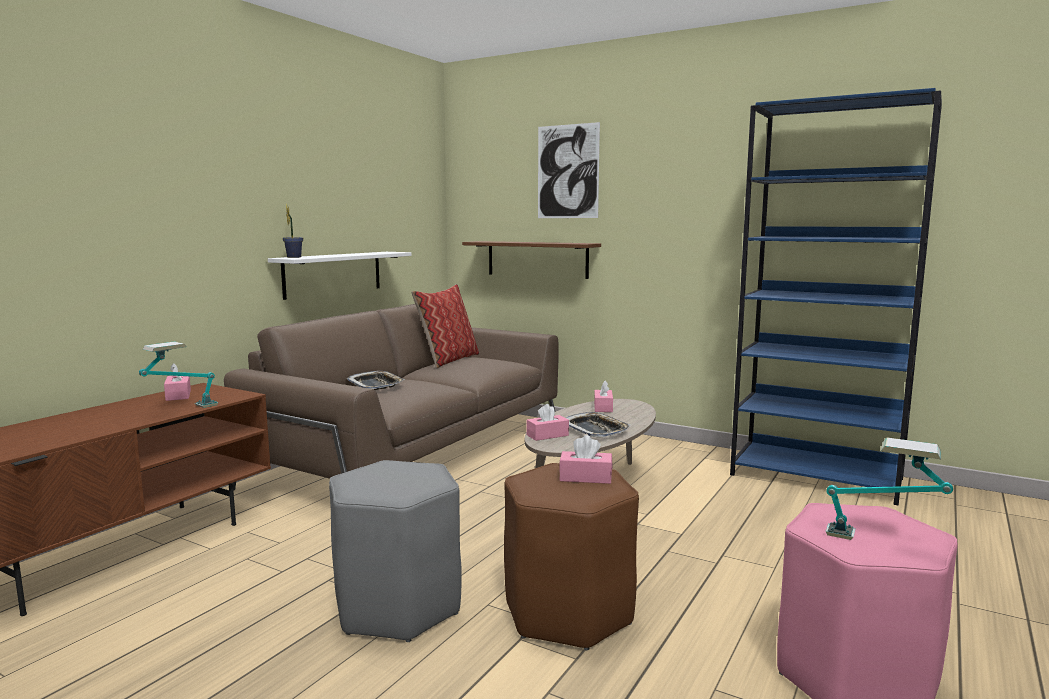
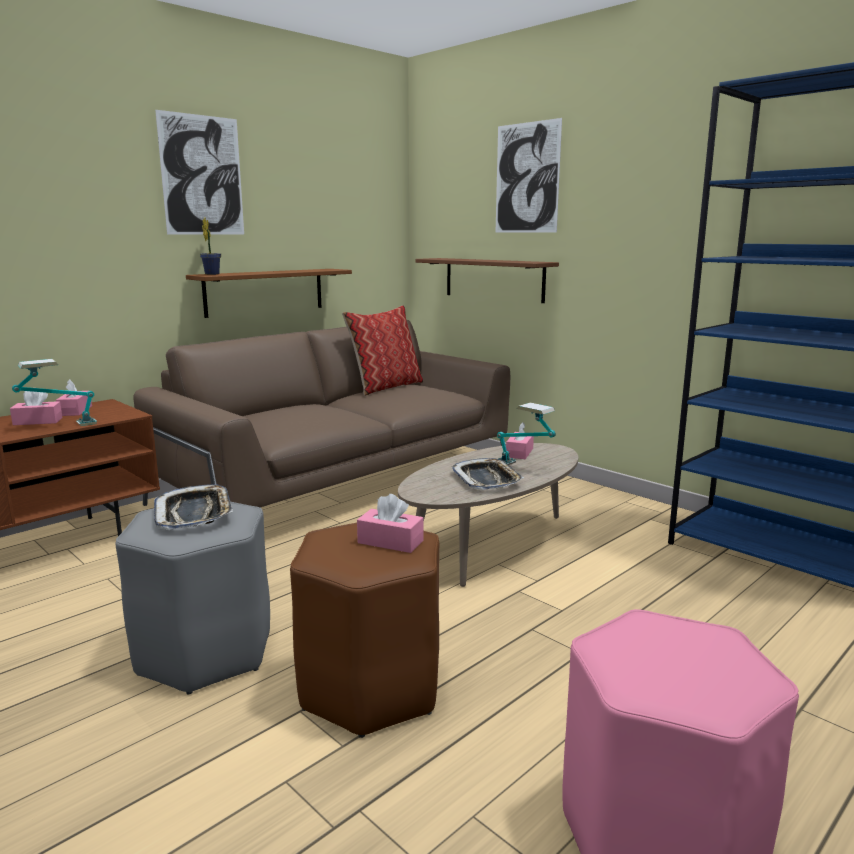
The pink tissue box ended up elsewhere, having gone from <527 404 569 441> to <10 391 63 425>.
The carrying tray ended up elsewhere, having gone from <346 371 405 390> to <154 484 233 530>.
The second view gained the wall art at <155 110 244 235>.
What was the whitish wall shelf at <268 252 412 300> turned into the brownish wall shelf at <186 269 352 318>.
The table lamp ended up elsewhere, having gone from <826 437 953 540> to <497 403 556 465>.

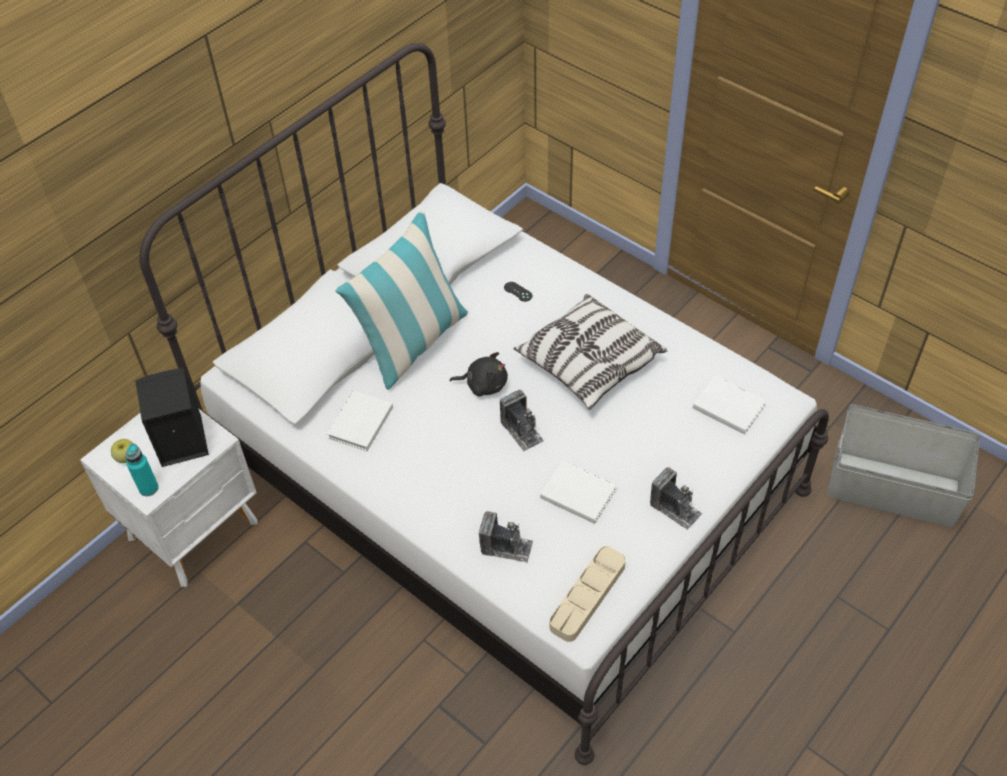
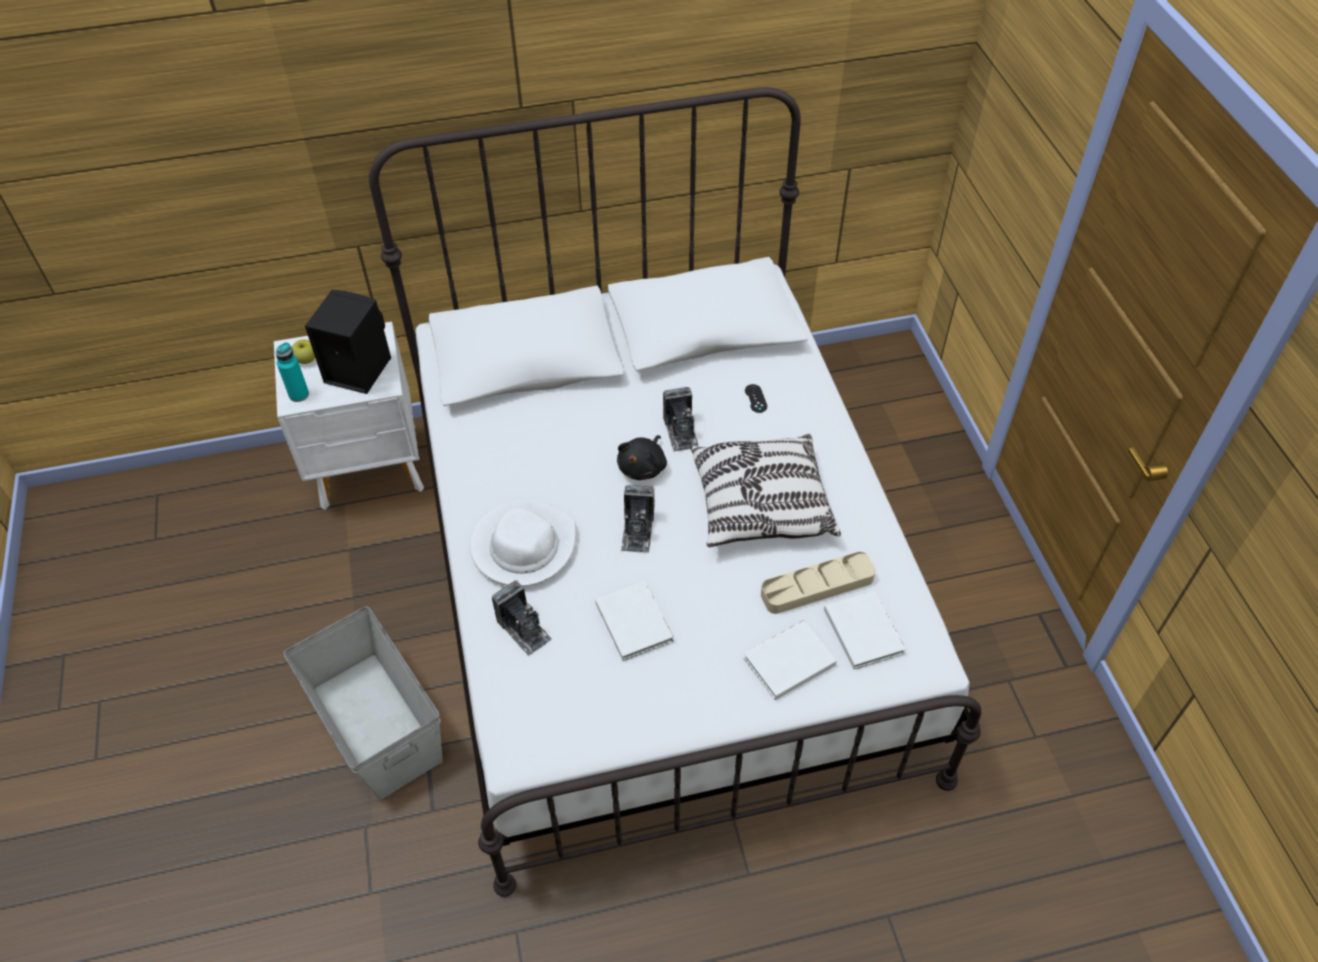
The greyish storage bin ended up elsewhere, having gone from <827 404 980 527> to <283 606 443 799>.
The second view gained the whitish clothing hat at <470 500 576 587>.
The black soft toy at <450 352 508 397> ended up facing another way, 75 degrees clockwise from before.
The photo camera ended up elsewhere, having gone from <650 467 702 530> to <663 387 698 452>.
The whitish book ended up elsewhere, having gone from <327 391 393 451> to <744 620 837 700>.
The beige-coloured carrying tray ended up elsewhere, having gone from <550 546 626 642> to <761 552 876 614>.
The second view lost the pillow at <335 211 468 390>.

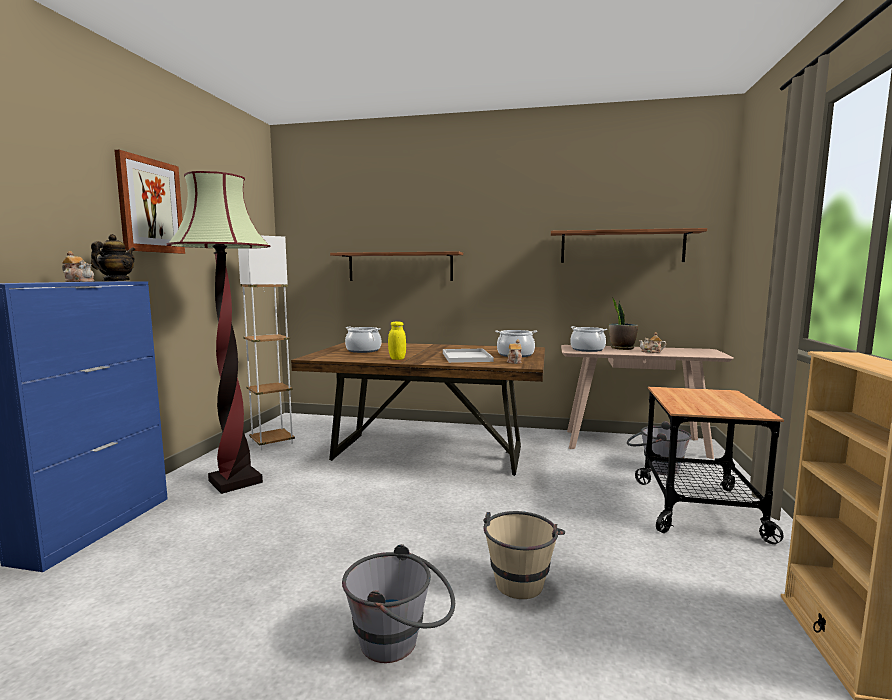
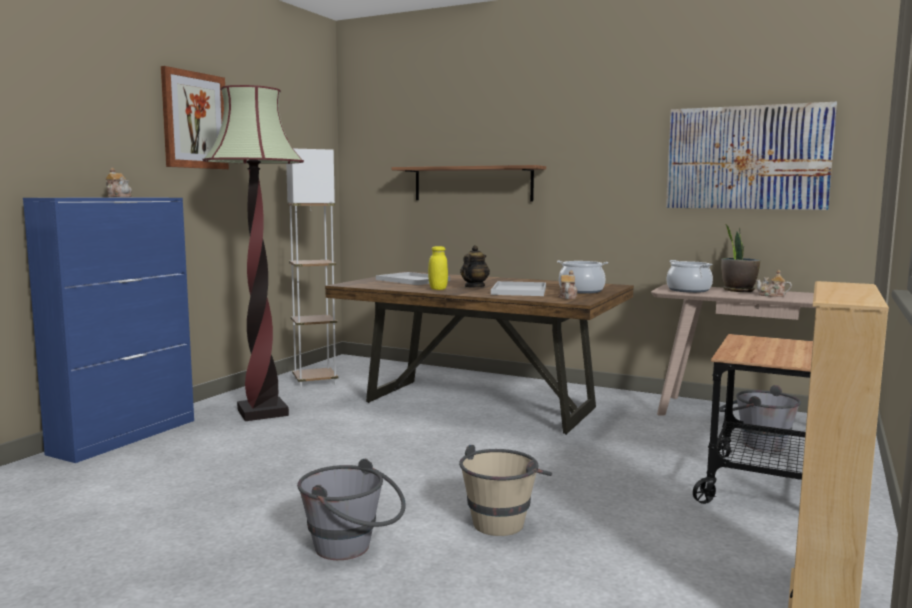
Where the cooking pot stood at <345 327 381 353>, the whitish carrying tray came to stand at <376 272 450 285>.
The tea pot ended up elsewhere, having gone from <91 234 135 281> to <460 245 490 288>.
Where the wall shelf hung at <551 228 707 263>, the wall art came to hang at <666 102 837 210>.

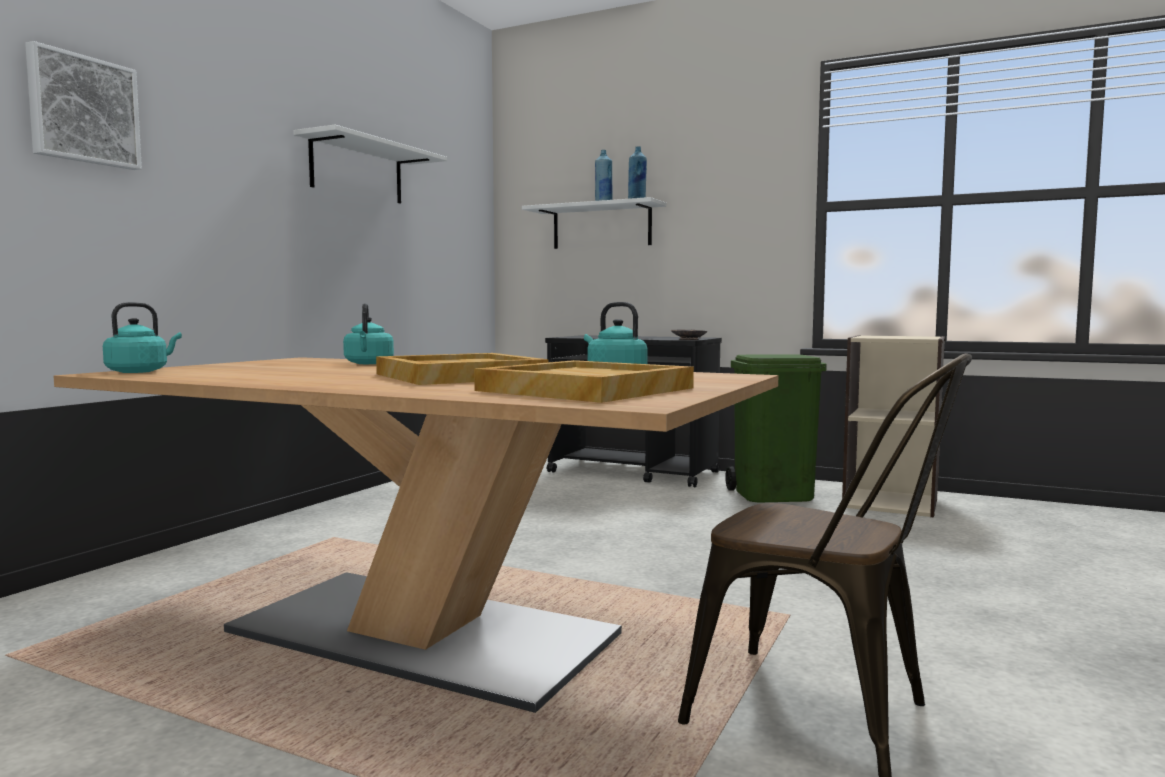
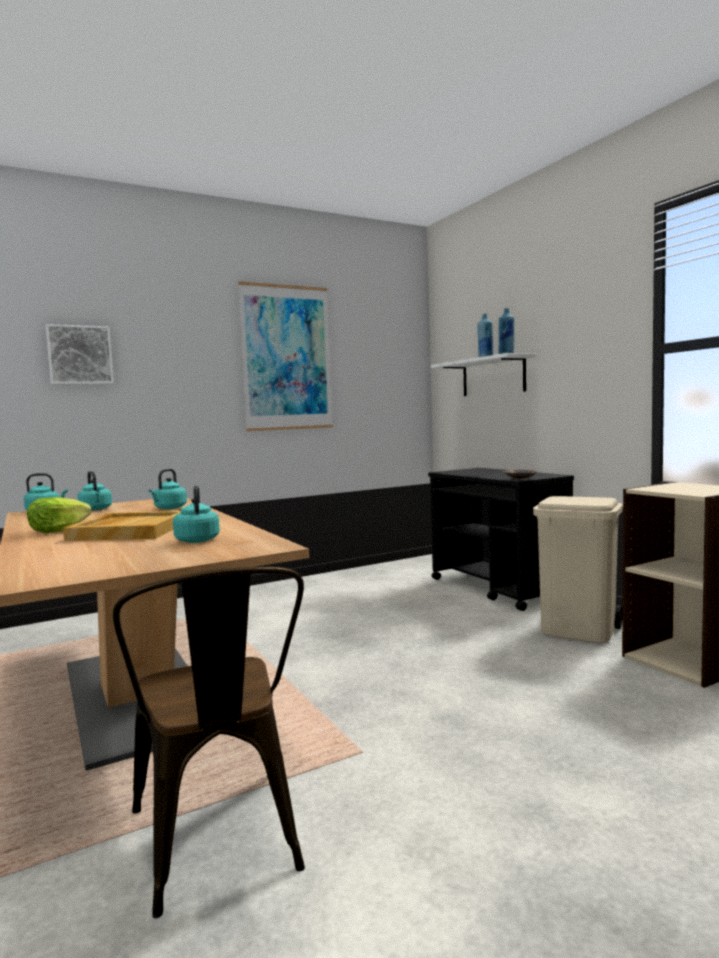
The second view gained the lettuce head at <27 497 92 533>.
The second view gained the turquoise water kettle at <78 471 112 511>.
Where the whitish wall shelf hung at <293 124 447 203>, the wall art came to hang at <238 281 333 431>.
What was the green-coloured waste bin at <725 354 827 502> turned into the beige-coloured waste bin at <533 496 623 643>.
The second view lost the beige-coloured carrying tray at <474 360 694 403>.

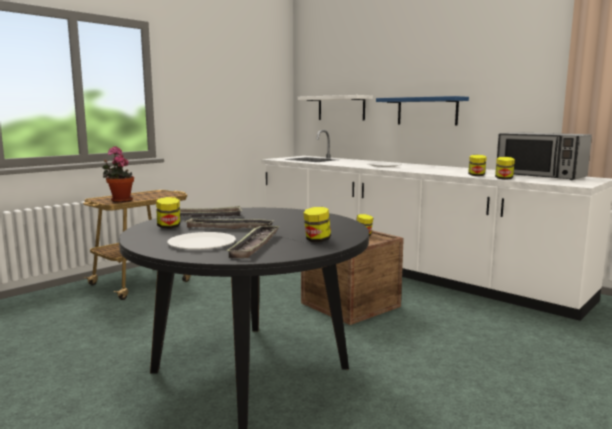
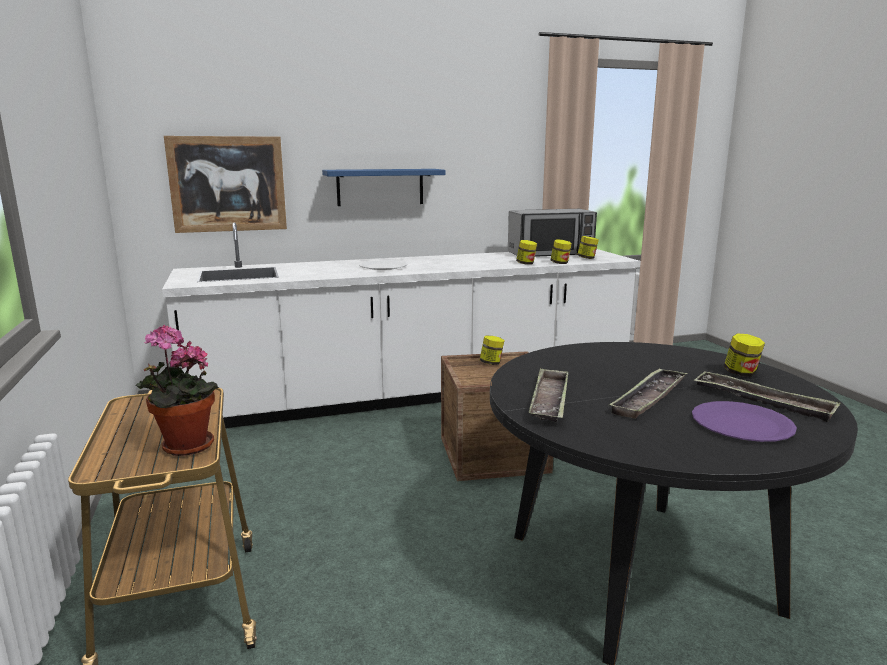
Where the whitish wall shelf hung at <297 95 373 120>, the wall art came to hang at <164 136 287 233>.
The jar ended up elsewhere, having gone from <156 197 180 229> to <577 236 599 259>.
What was the whitish plate at <168 232 236 250> turned into the purplish plate at <692 401 797 442>.

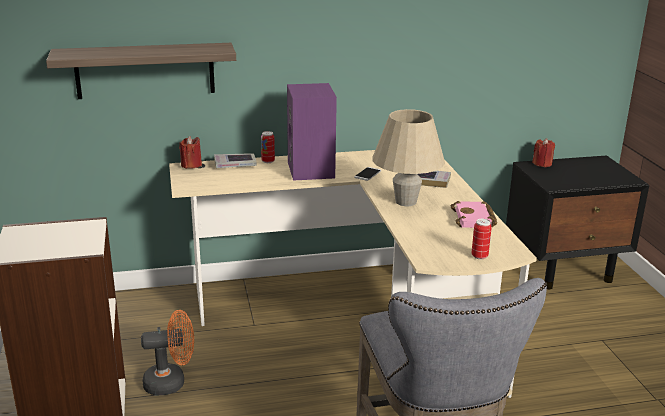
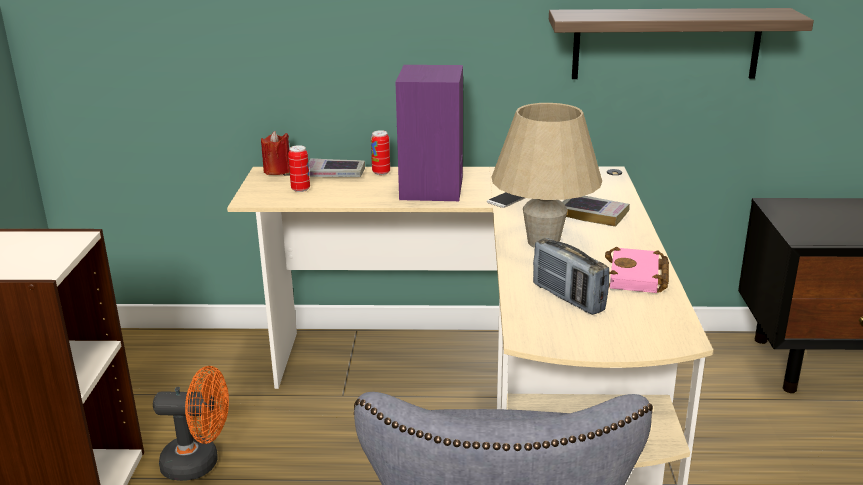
The can ended up elsewhere, having gone from <472 219 492 259> to <288 145 310 192>.
The second view gained the radio at <533 238 609 315>.
The wall shelf ended up elsewhere, having gone from <46 43 236 99> to <549 8 814 79>.
The second view lost the reddish candle at <532 138 555 167>.

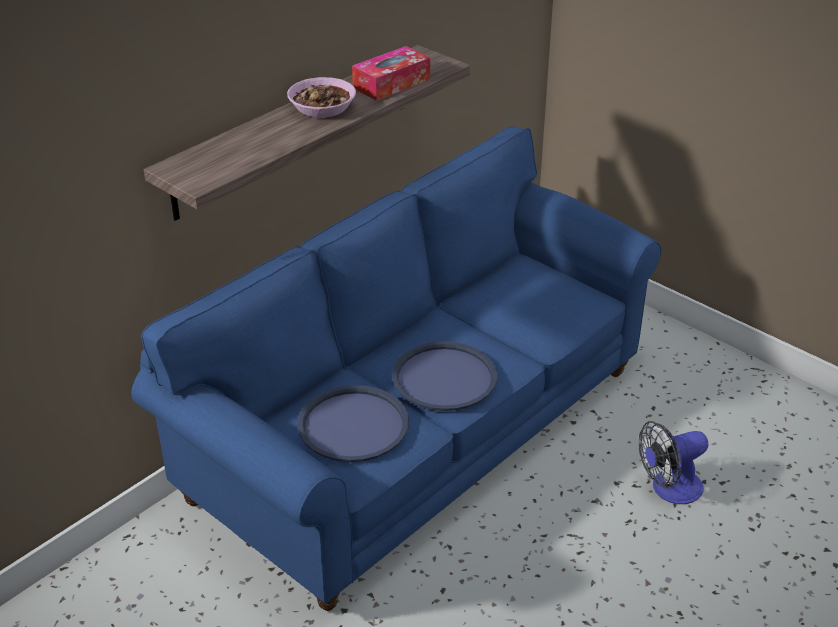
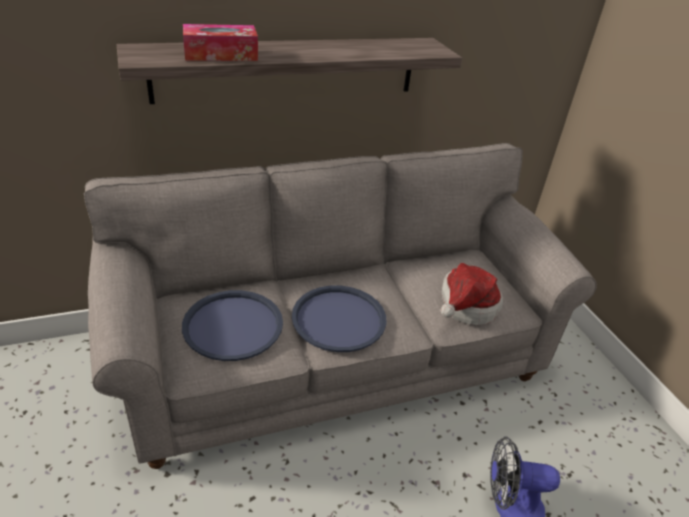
What was the blue-coloured settee at <131 126 661 611> turned into the greyish settee at <84 143 597 469>.
The tissue box ended up elsewhere, having gone from <352 46 430 101> to <183 24 258 61>.
The second view gained the clothing hat at <441 263 503 325>.
The second view lost the bowl at <287 77 356 118>.

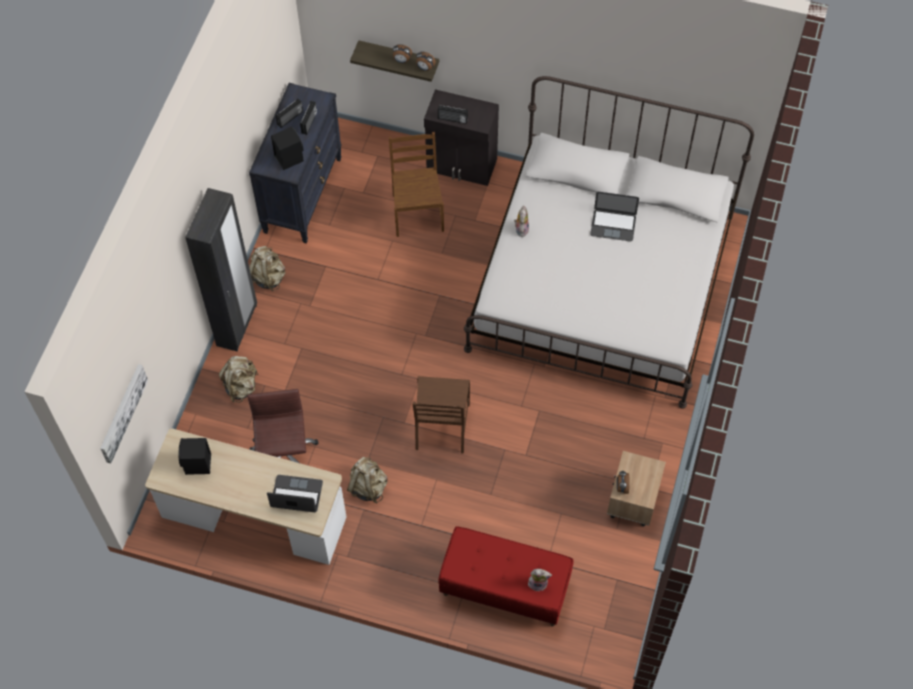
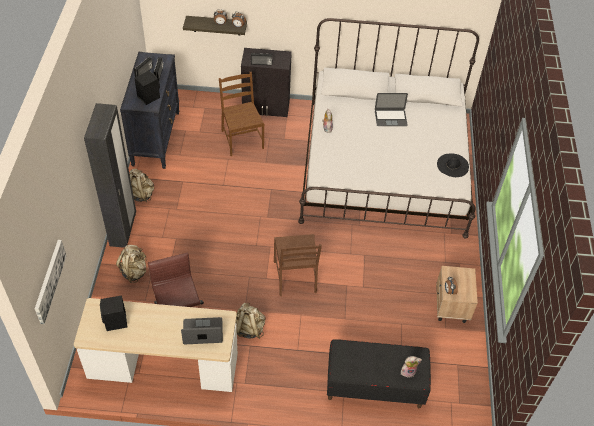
What was the reddish bench at <439 526 574 626> turned into the black bench at <327 339 431 408>.
The second view gained the black clothing hat at <437 154 469 177>.

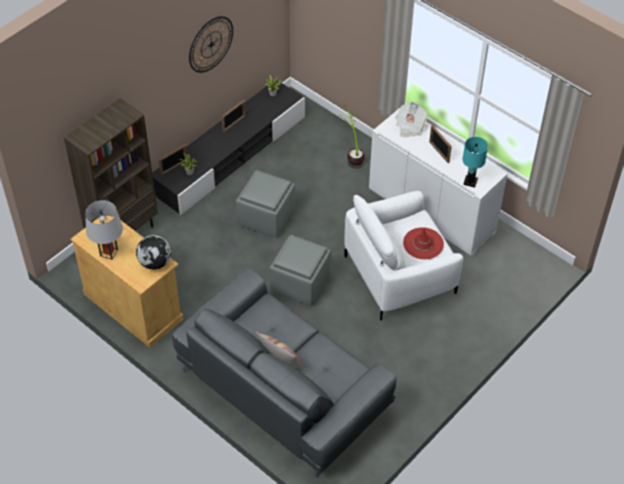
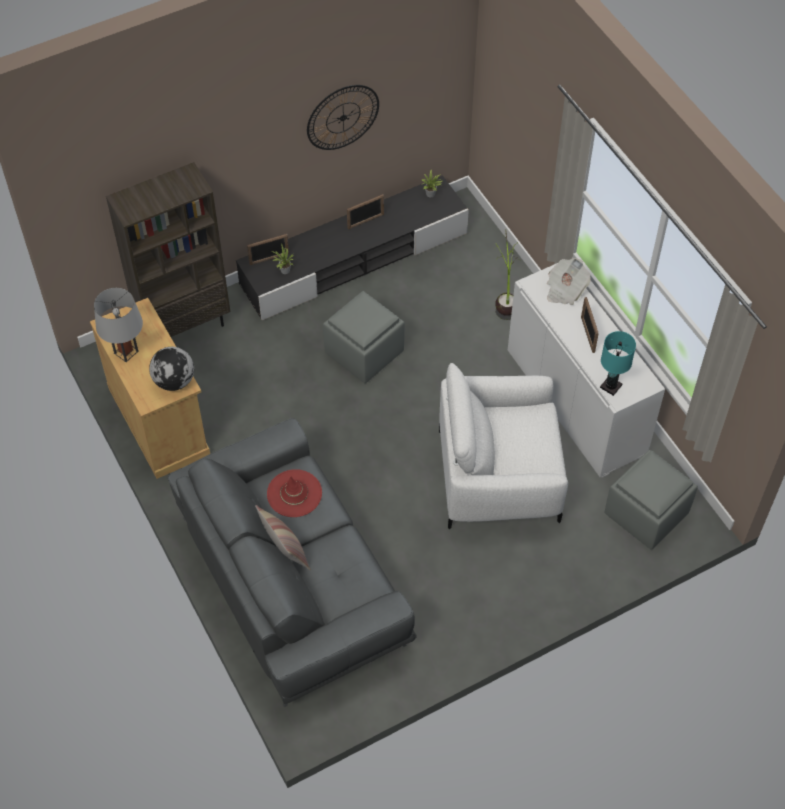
The reddish clothing hat ended up elsewhere, having gone from <403 227 444 259> to <267 469 322 517>.
The greyish pouffe ended up elsewhere, having gone from <269 235 331 306> to <604 450 698 550>.

